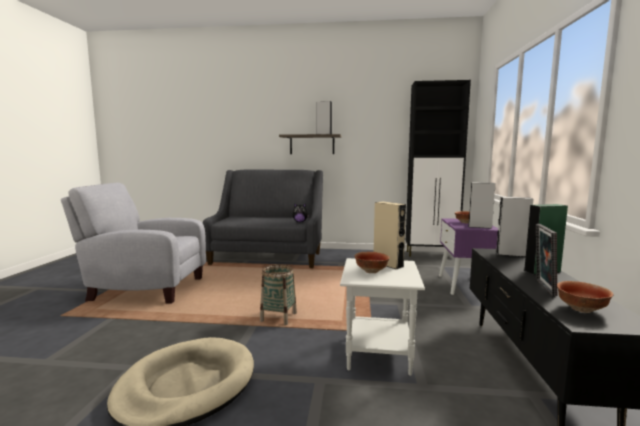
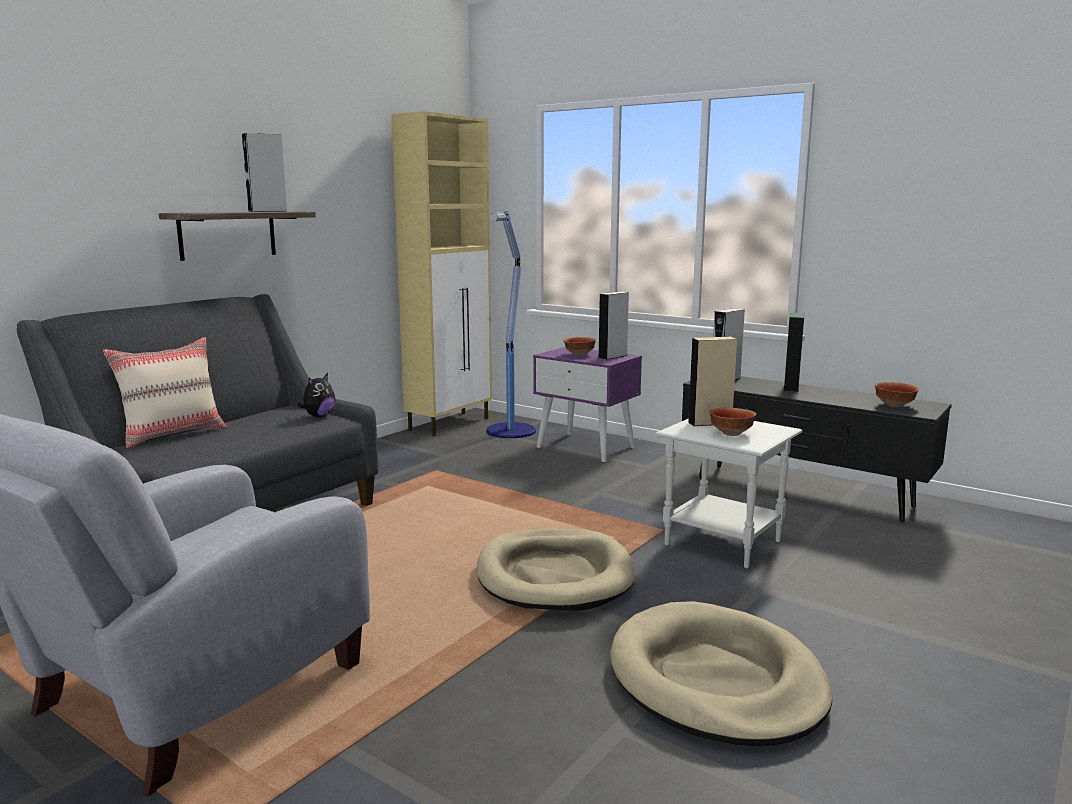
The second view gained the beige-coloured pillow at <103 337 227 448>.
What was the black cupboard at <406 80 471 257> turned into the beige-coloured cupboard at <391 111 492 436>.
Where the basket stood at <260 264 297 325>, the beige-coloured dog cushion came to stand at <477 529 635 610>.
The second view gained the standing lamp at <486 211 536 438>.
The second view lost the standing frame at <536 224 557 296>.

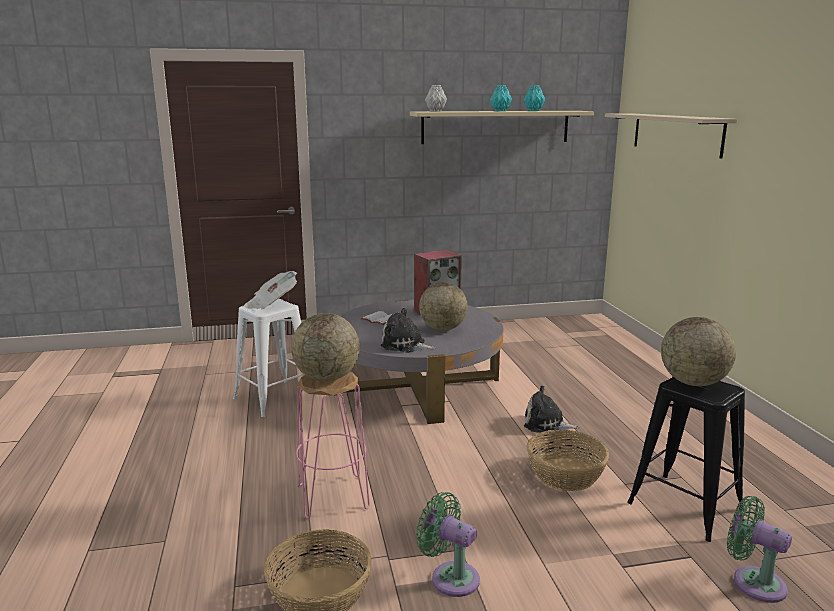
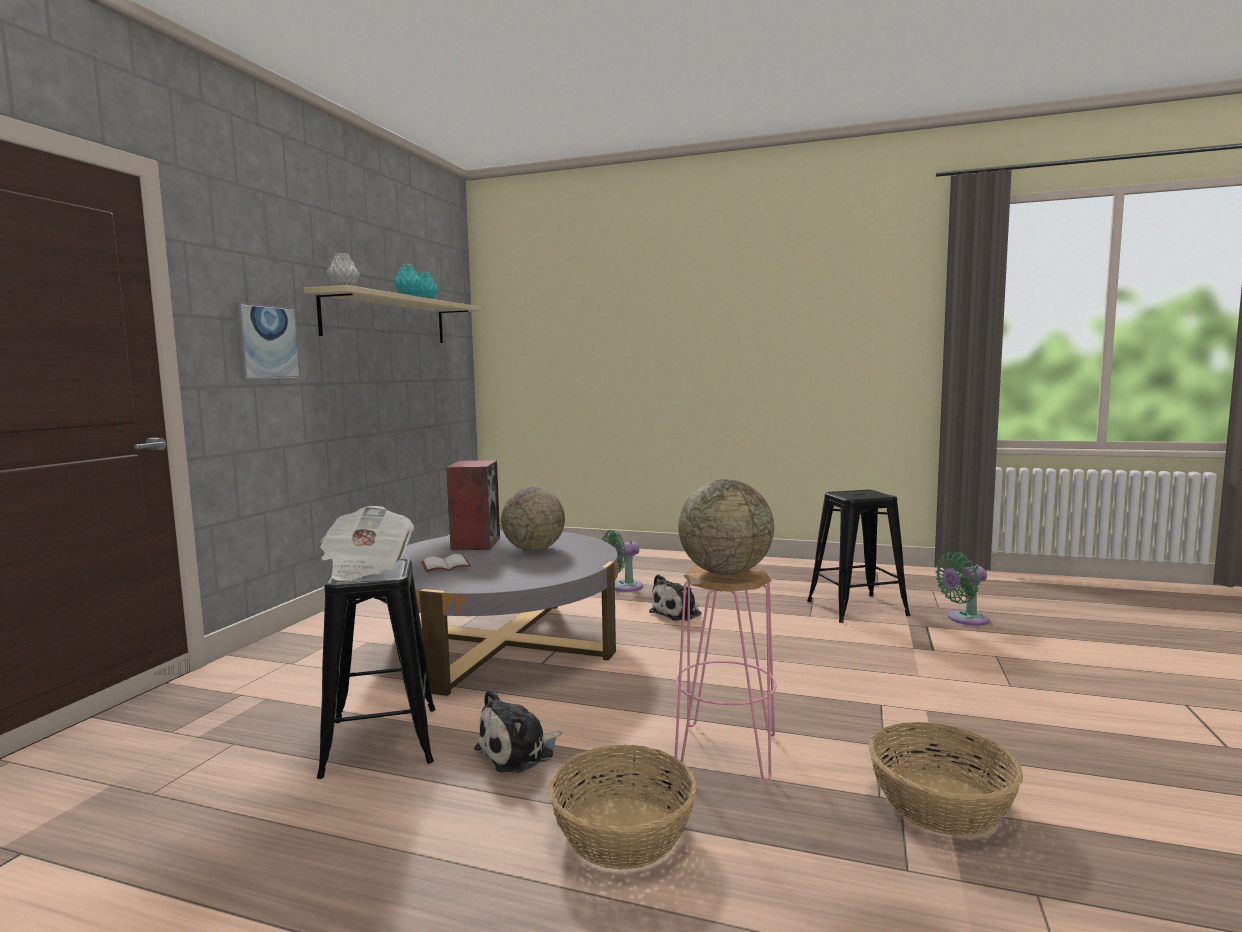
The second view gained the wall art at <234 302 301 380>.
What was the whitish sitting stool at <233 299 317 417> turned into the black sitting stool at <317 558 435 779>.
The soft toy ended up elsewhere, having gone from <381 308 436 353> to <474 689 562 773>.
The basket ended up elsewhere, having gone from <526 430 609 491> to <548 745 697 869>.
The green-coloured cooling fan ended up elsewhere, having gone from <416 492 480 597> to <602 530 643 592>.
The second view lost the beige-coloured wall shelf at <605 113 737 159>.
The second view lost the world globe at <661 317 736 386>.

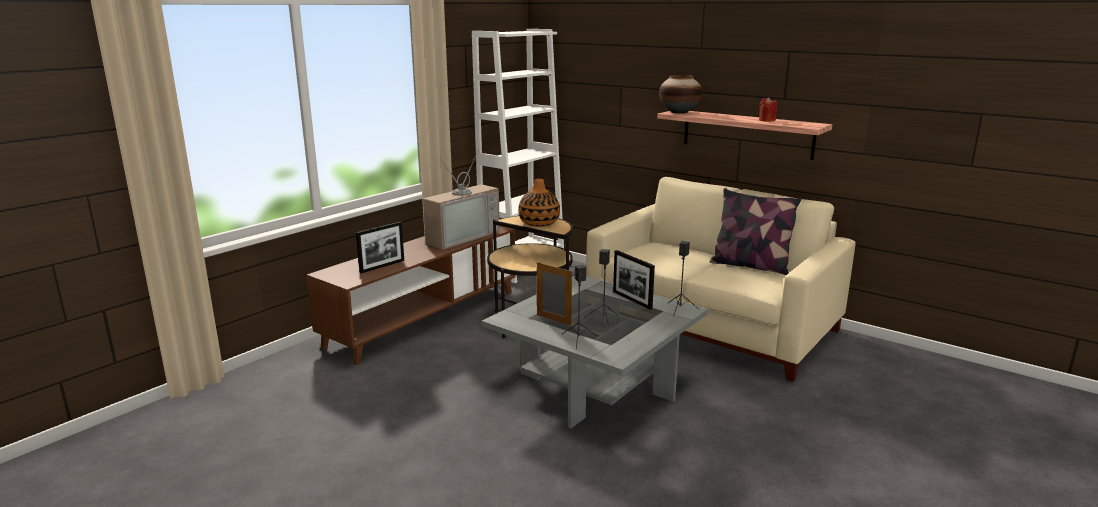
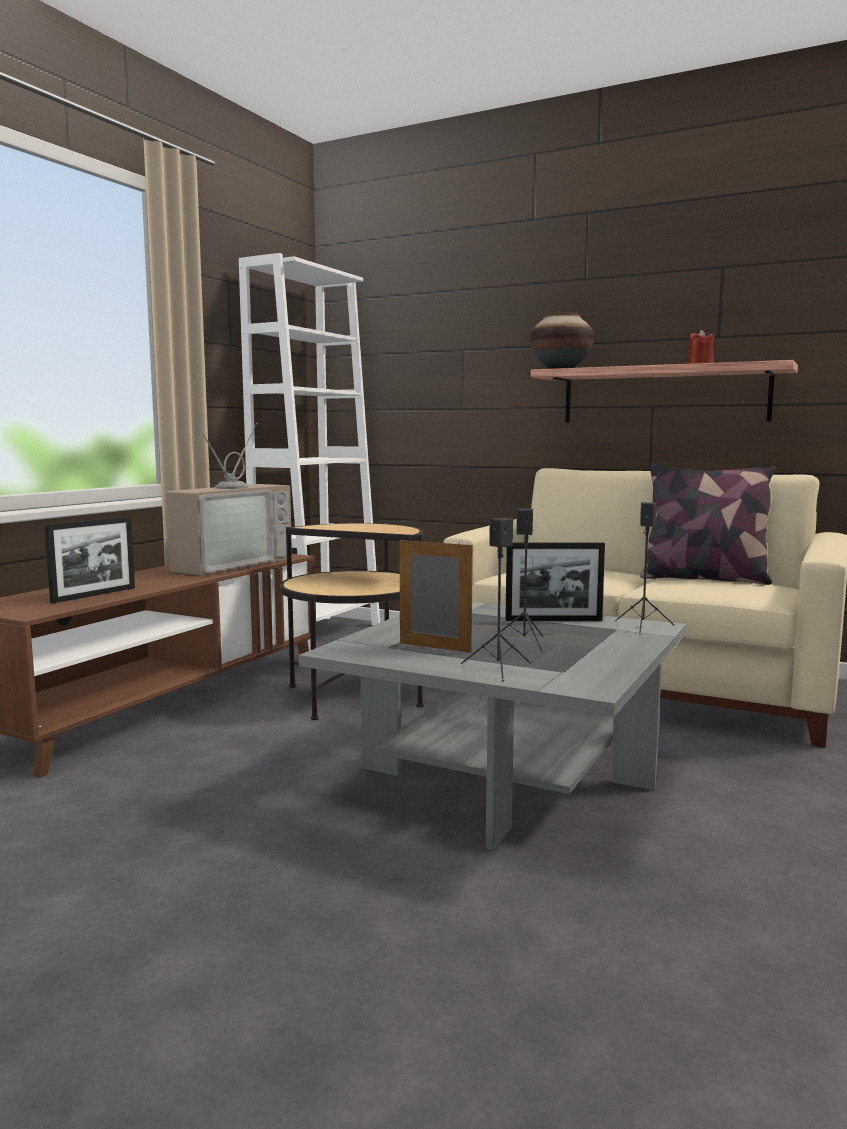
The standing frame at <613 250 655 310> ended up facing another way, 45 degrees counterclockwise from before.
The second view lost the vase at <518 179 560 226>.

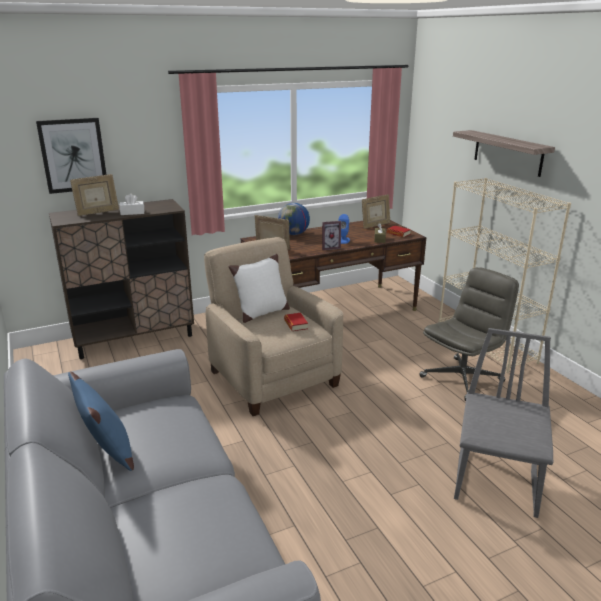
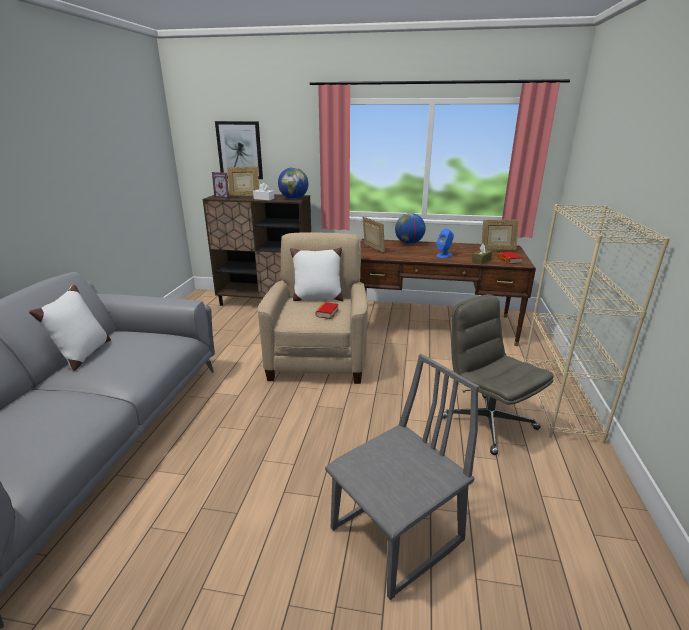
What was the blue-coloured pillow at <68 372 134 471> turned into the whitish pillow at <29 285 111 371>.
The standing frame ended up elsewhere, having gone from <322 221 341 250> to <212 172 229 199>.
The second view gained the world globe at <278 167 308 199>.
The greyish desk chair at <419 267 519 401> ended up facing another way, 120 degrees counterclockwise from before.
The second view lost the wall shelf at <453 130 555 177>.

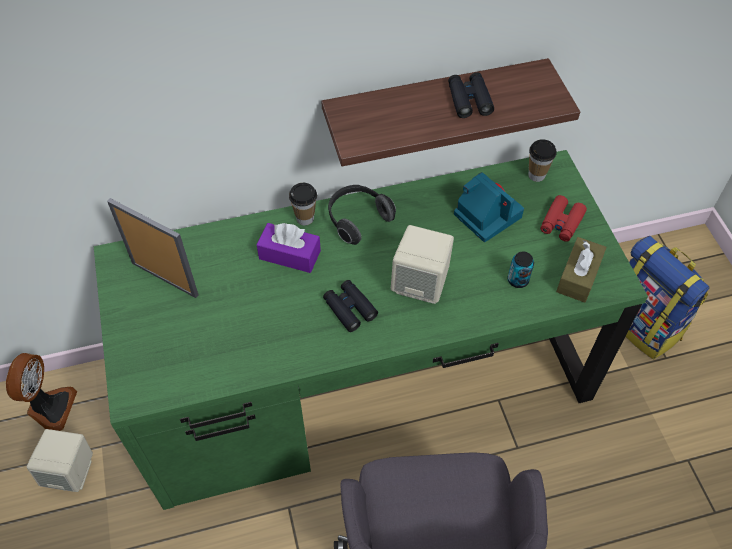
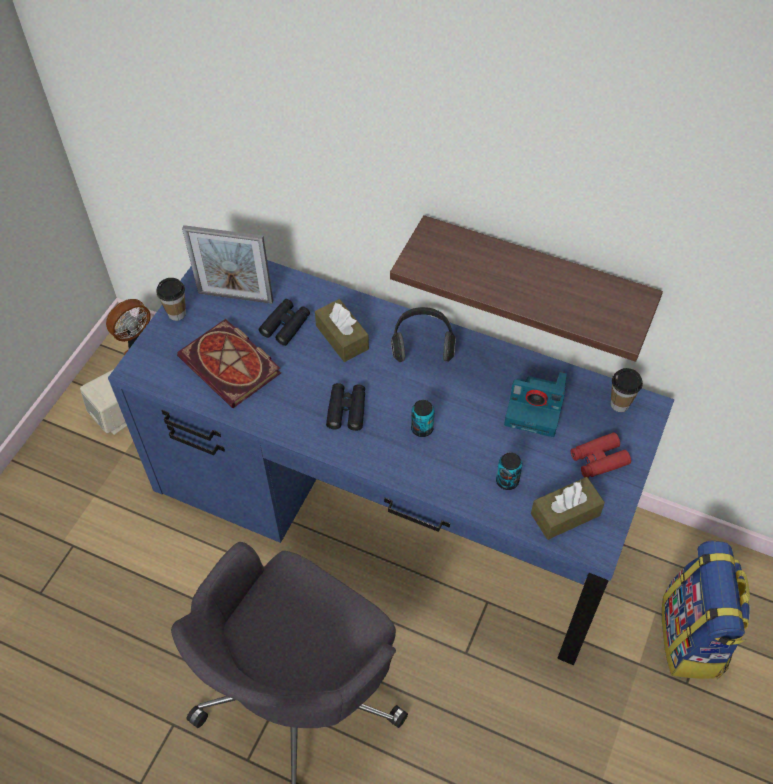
What was the green-coloured desk unit at <94 150 648 510> turned into the blue-coloured desk unit at <108 260 674 665>.
The small cup ended up elsewhere, having gone from <289 183 317 225> to <156 278 186 321>.
The second view gained the book at <177 319 281 408>.
The standing frame at <107 198 199 298> ended up facing another way, 120 degrees clockwise from before.
The black field glasses ended up elsewhere, having gone from <448 72 494 118> to <259 299 310 346>.
What was the purplish tissue box at <257 223 321 273> turned into the brownish tissue box at <315 299 369 362>.
Where the beige-coloured speaker stood at <391 225 454 304>, the can came to stand at <411 400 435 437>.
The photo camera at <454 172 524 242> ended up facing another way, 105 degrees clockwise from before.

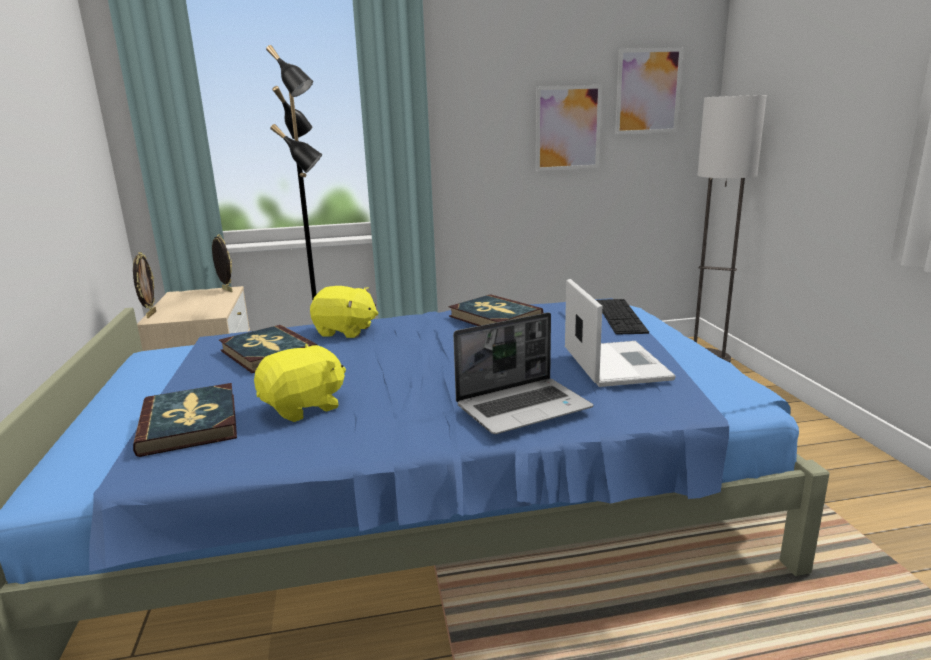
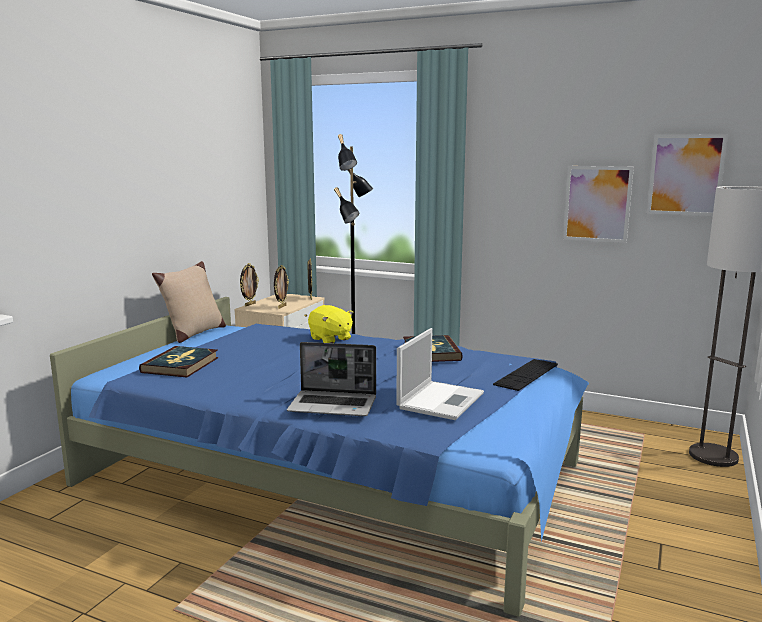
The second view gained the beige-coloured pillow at <152 261 226 343>.
The second view gained the standing frame at <274 265 289 309>.
The second view lost the book at <219 325 317 373>.
The second view lost the yellow-coloured soft toy at <254 344 346 422>.

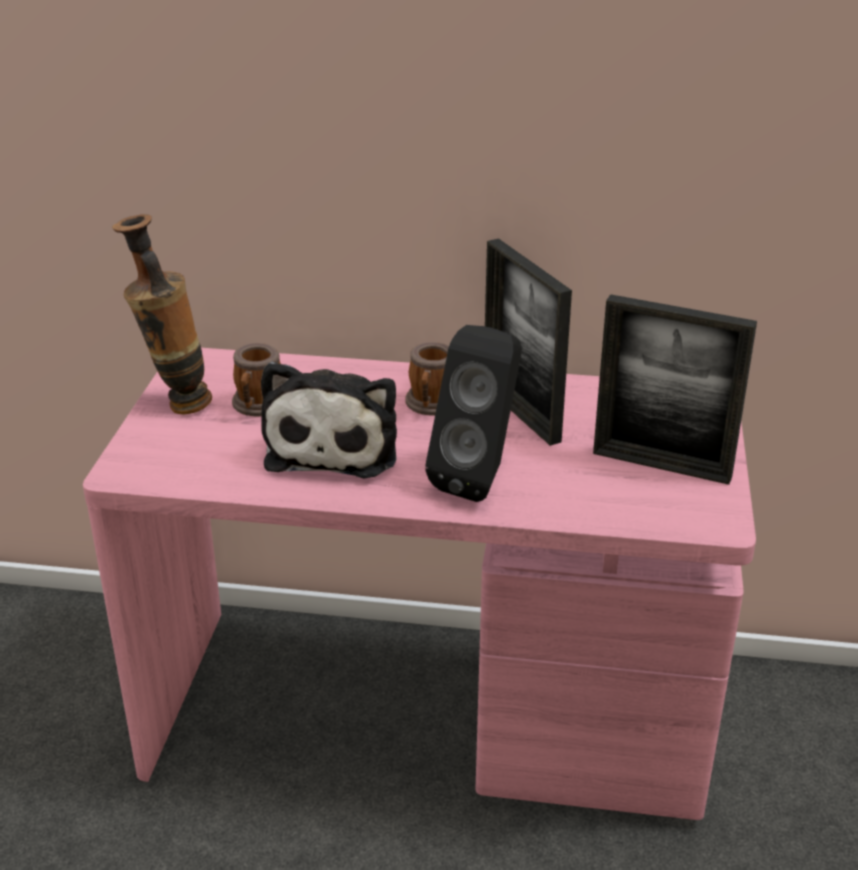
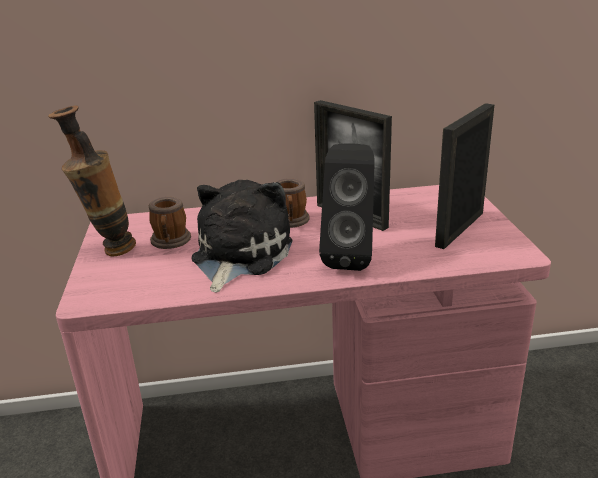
The soft toy at <261 361 397 478> ended up facing another way, 150 degrees counterclockwise from before.
The standing frame at <593 294 757 485> ended up facing another way, 120 degrees clockwise from before.

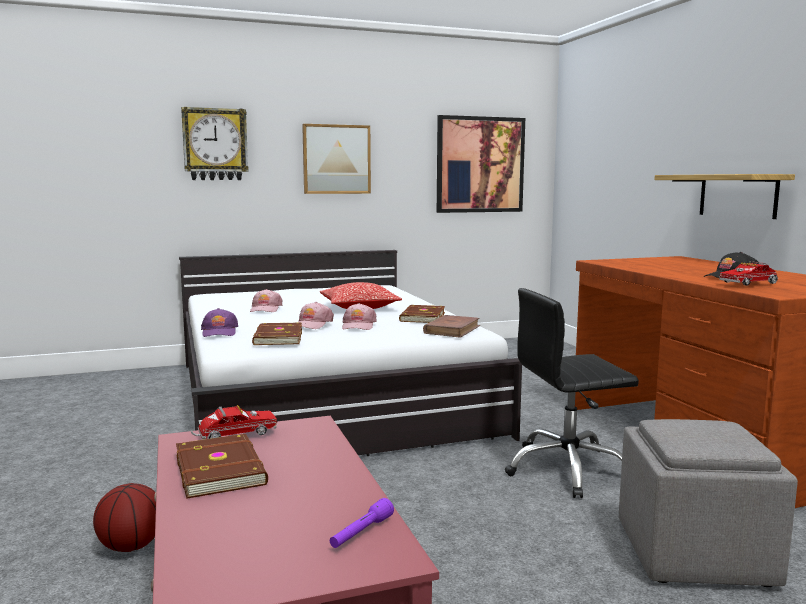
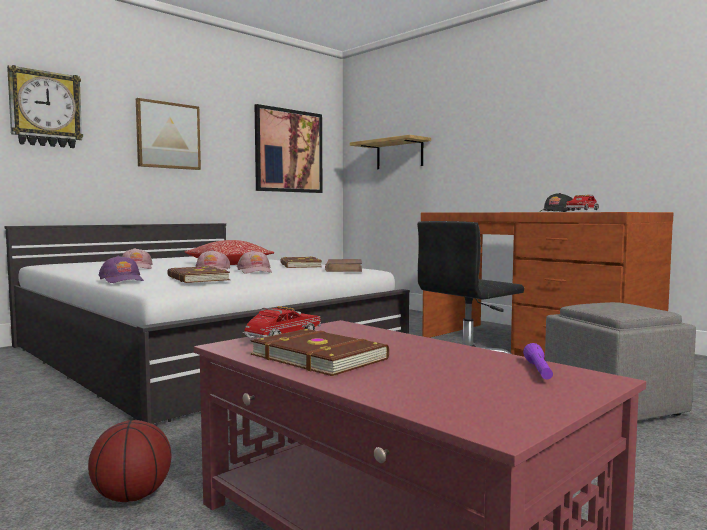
The wall shelf ended up elsewhere, having gone from <654 174 795 219> to <350 135 431 169>.

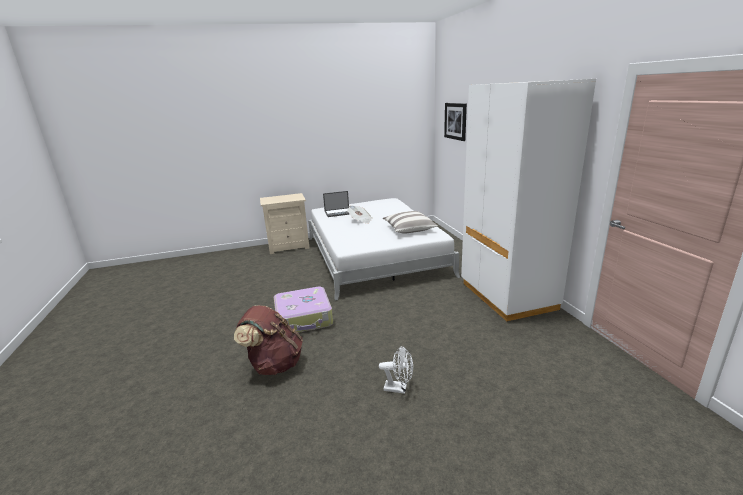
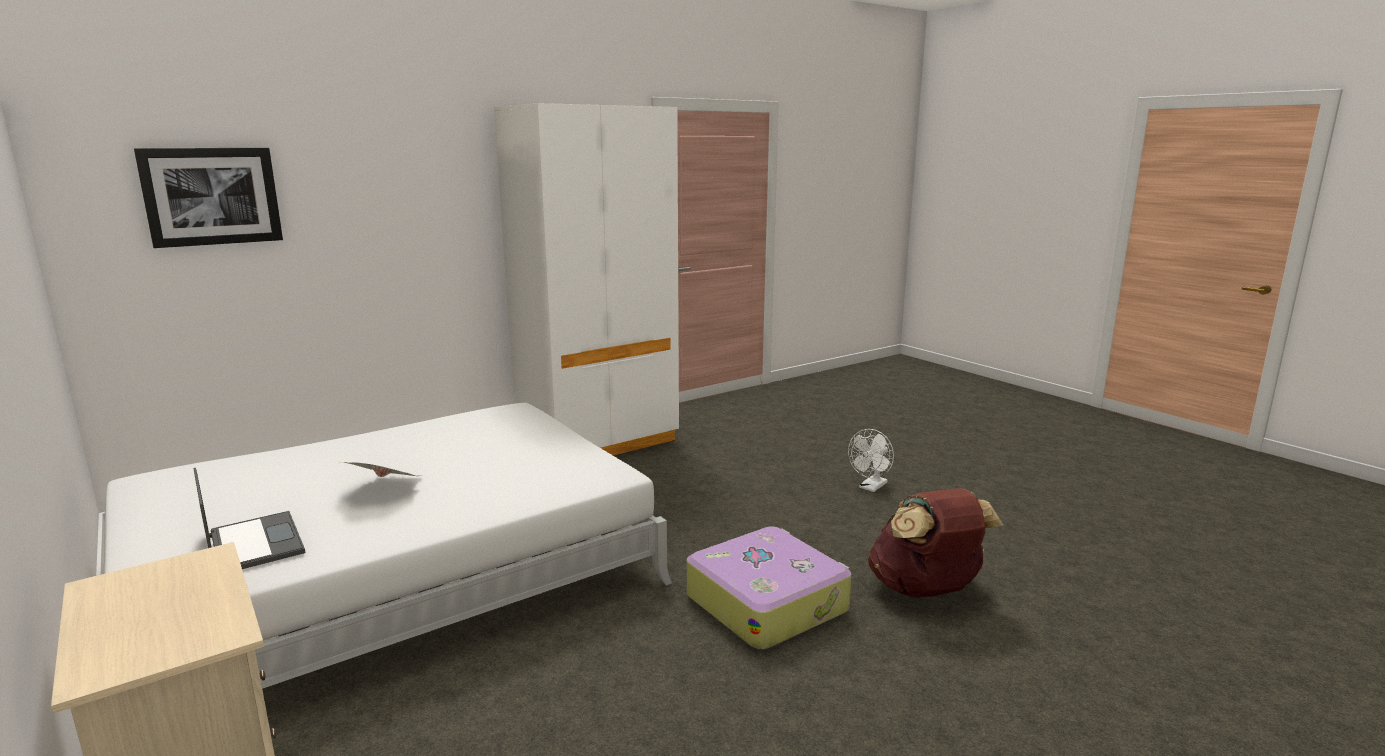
The whitish cooling fan at <379 346 413 394> ended up facing another way, 135 degrees counterclockwise from before.
The second view lost the pillow at <383 211 438 234>.

